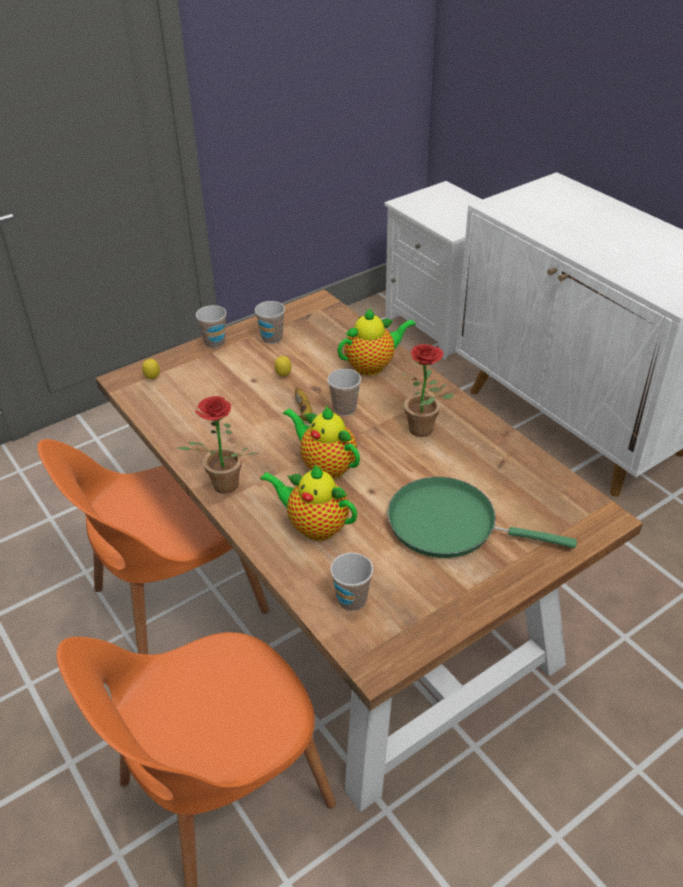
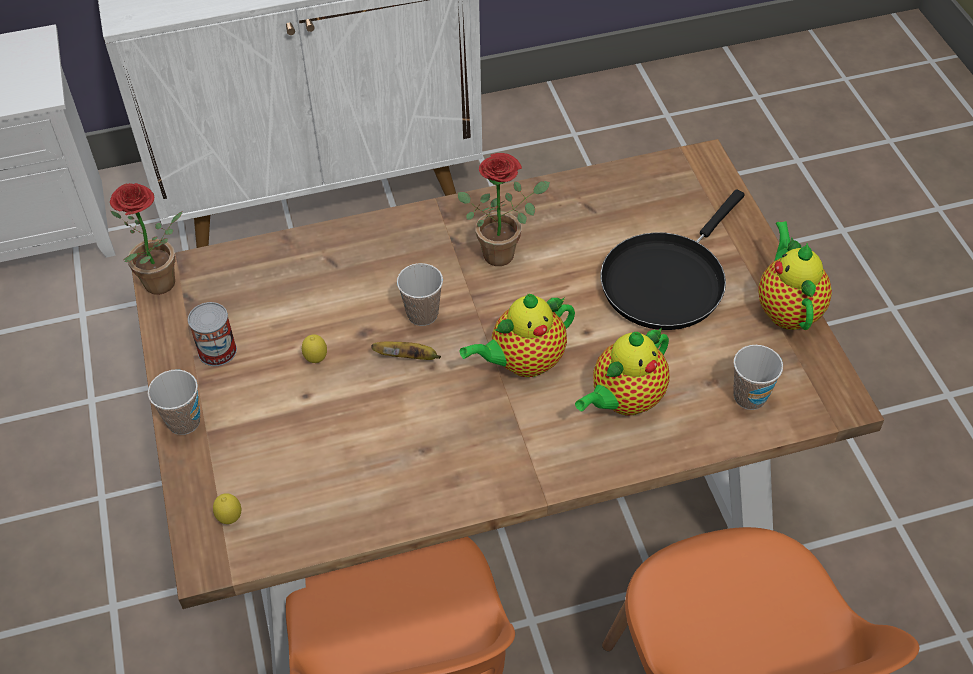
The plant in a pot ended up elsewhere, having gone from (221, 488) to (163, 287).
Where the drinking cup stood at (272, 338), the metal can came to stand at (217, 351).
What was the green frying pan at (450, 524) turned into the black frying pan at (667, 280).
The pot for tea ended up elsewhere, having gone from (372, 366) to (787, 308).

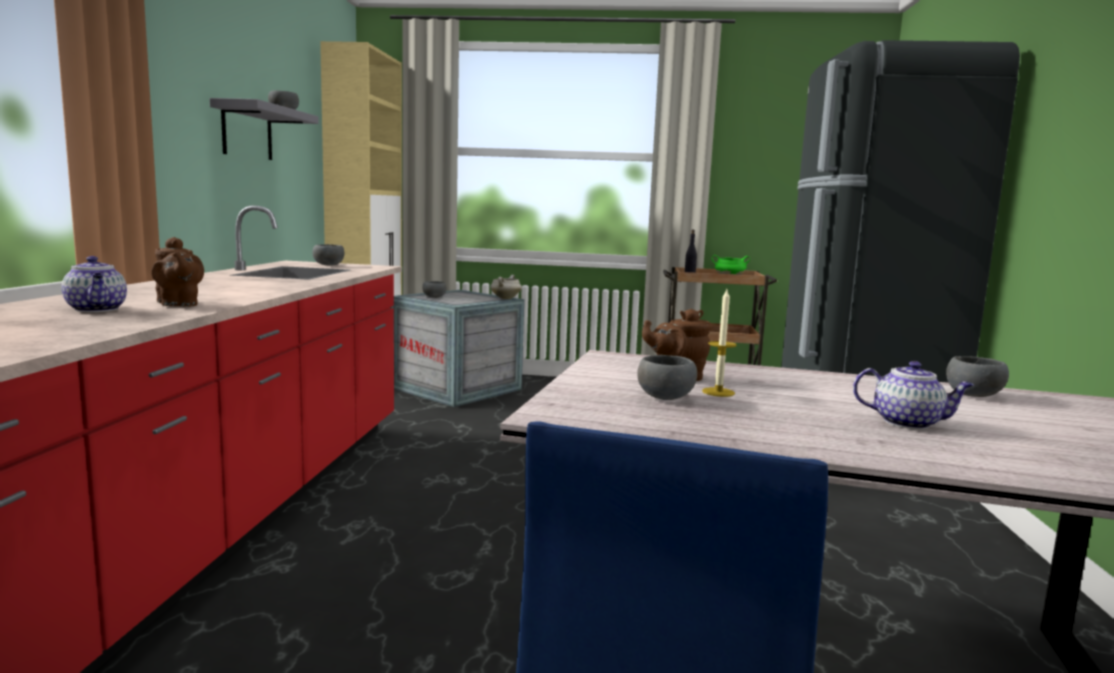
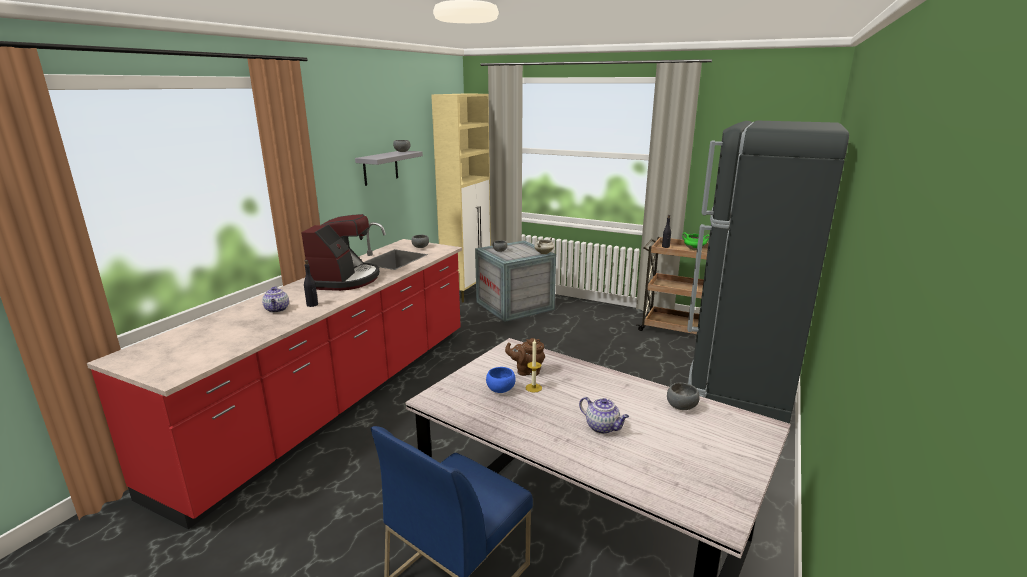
The second view gained the coffee machine at (345, 280).
Where the brown pot for tea stood at (178, 305), the black beverage bottle came to stand at (312, 305).
What was the grey serving bowl at (665, 397) turned into the blue-coloured serving bowl at (501, 389).

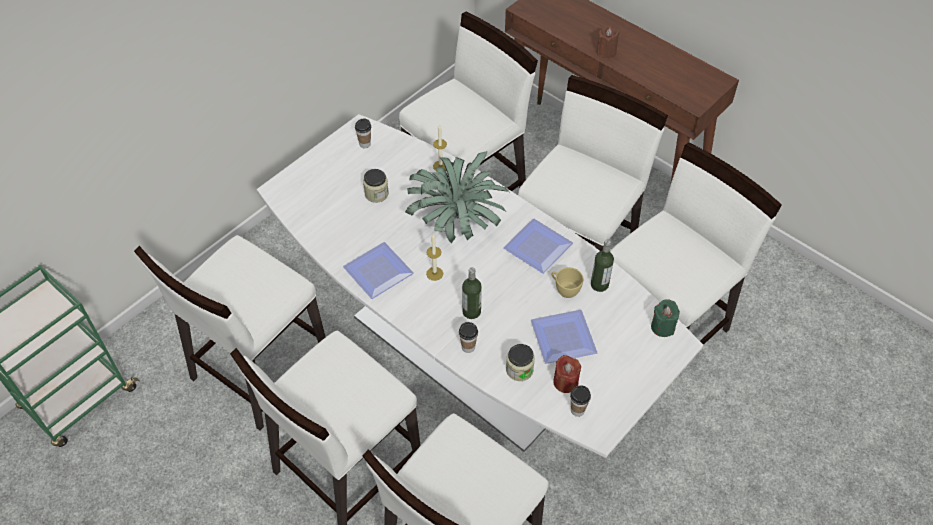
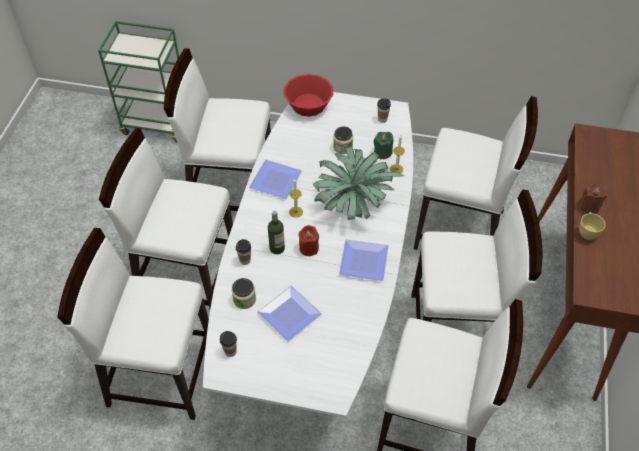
The second view gained the red-coloured serving bowl at (308, 104).
The red-coloured wax light ended up elsewhere, having gone from (565, 382) to (309, 248).
The green wax light ended up elsewhere, having gone from (662, 327) to (382, 152).
The yellowish drinking cup ended up elsewhere, having gone from (564, 290) to (587, 232).
The second view lost the beverage bottle at (599, 284).

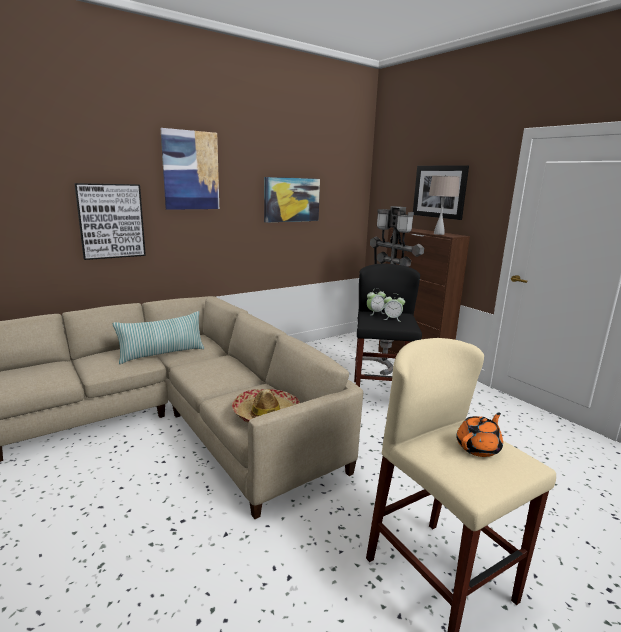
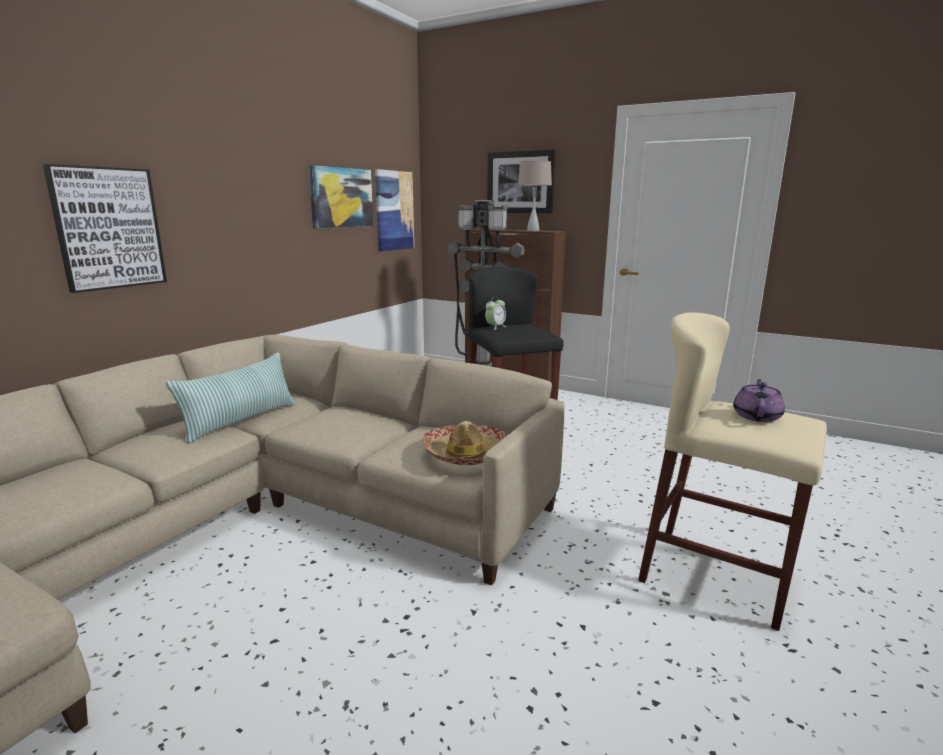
The wall picture ended up elsewhere, having gone from (191, 170) to (394, 211).
What was the orange-coloured pot for tea at (478, 447) turned into the purple pot for tea at (757, 416).
The second view lost the alarm clock at (392, 319).

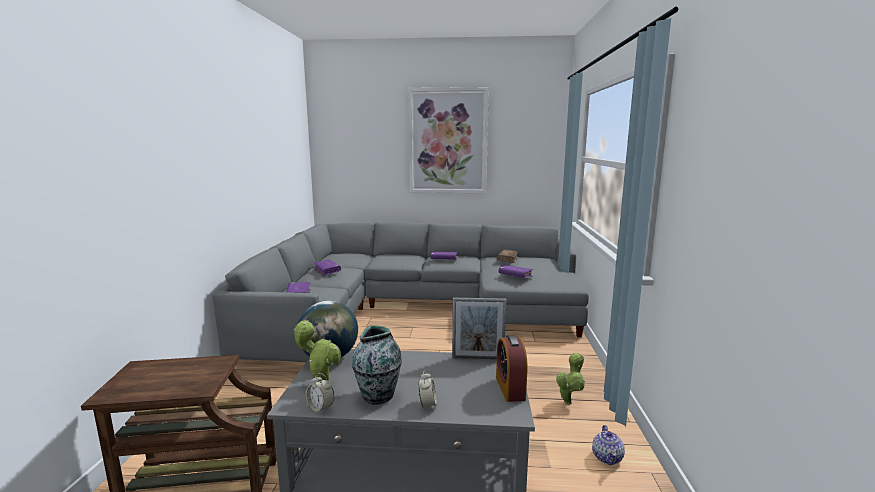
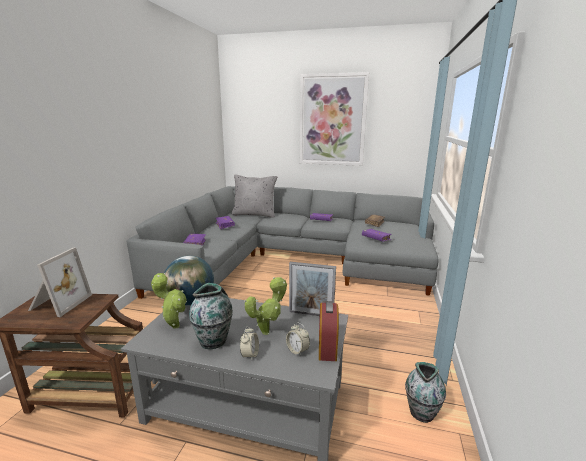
The second view gained the standing frame at (58, 303).
The second view gained the grey cushion at (254, 214).
The plant in a pot ended up elsewhere, having gone from (569, 401) to (268, 331).
The alarm clock ended up elsewhere, having gone from (320, 408) to (297, 350).
Where the pot for tea stood at (607, 457), the flower vase came to stand at (421, 412).

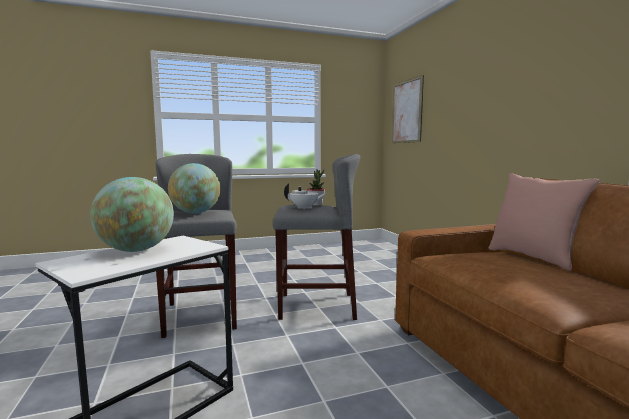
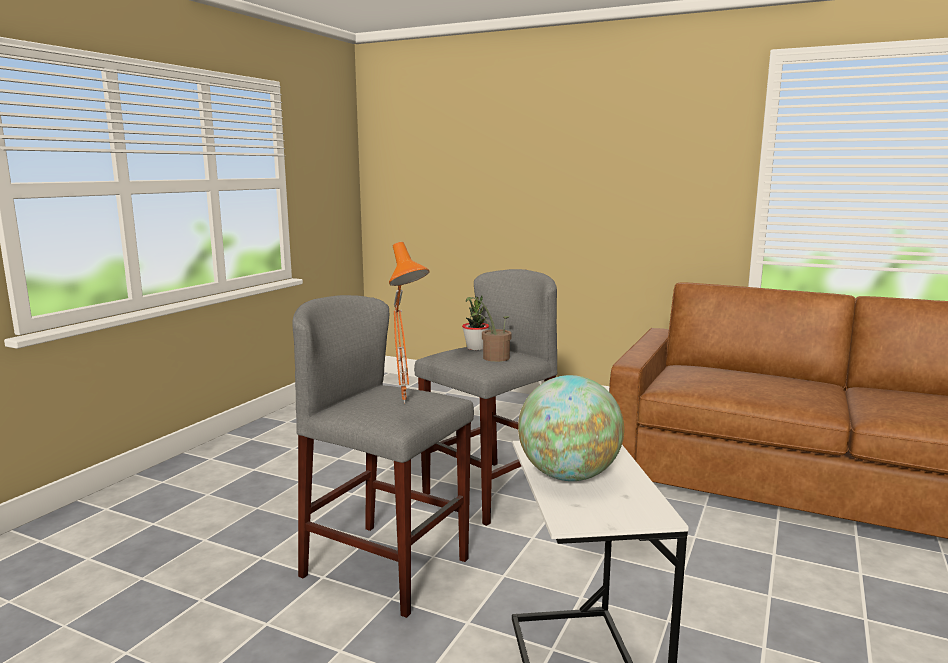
Where the desk globe stood at (195, 213), the orange-coloured tabletop lamp came to stand at (407, 403).
Where the white-coloured pot for tea stood at (304, 208), the plant in a pot came to stand at (492, 358).
The second view lost the wall picture at (407, 111).
The second view lost the pink-coloured cushion at (533, 257).

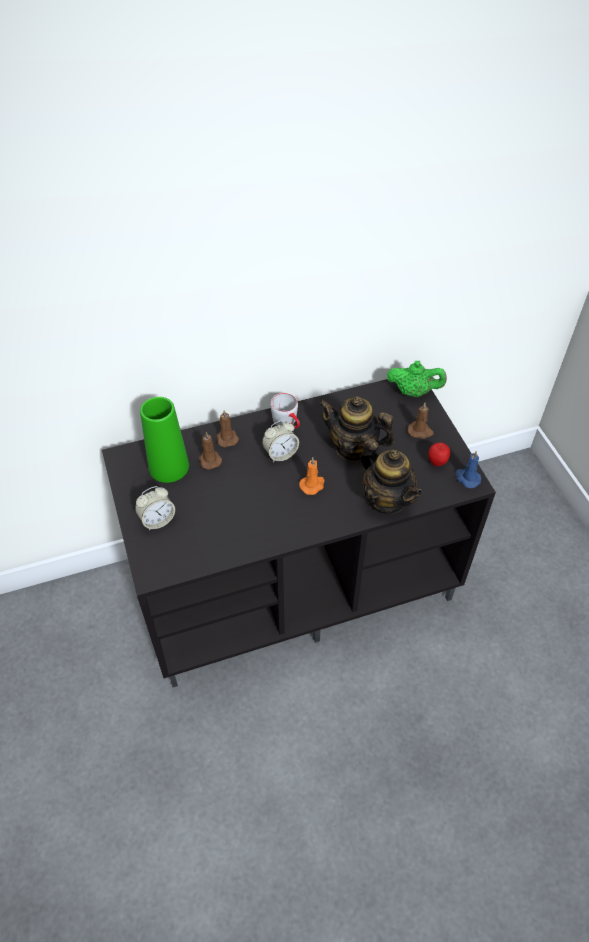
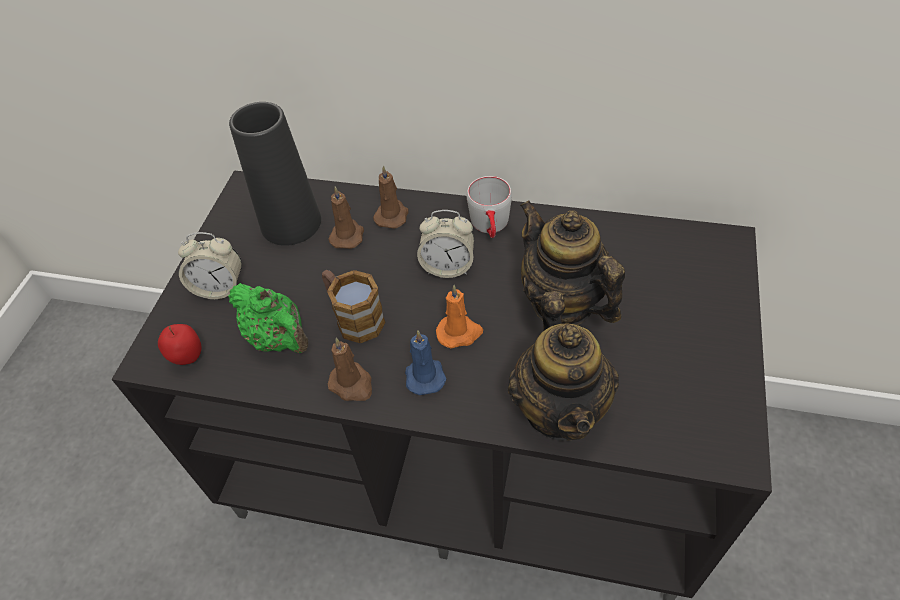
The whole apple ended up elsewhere, having gone from (437, 463) to (188, 358).
The green pot for tea ended up elsewhere, having gone from (413, 392) to (279, 338).
What was the green flower vase at (168, 466) turned into the black flower vase at (291, 223).
The second view gained the tea mug at (354, 317).
The brown wax light ended up elsewhere, having gone from (420, 431) to (352, 384).
The blue-coloured wax light ended up elsewhere, having gone from (467, 478) to (424, 375).

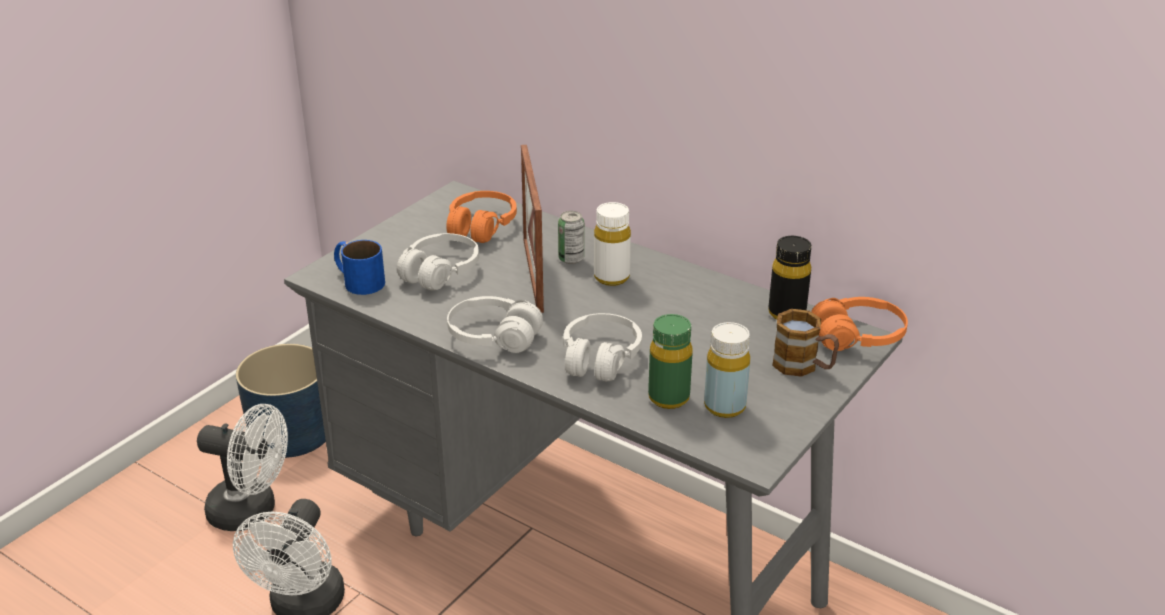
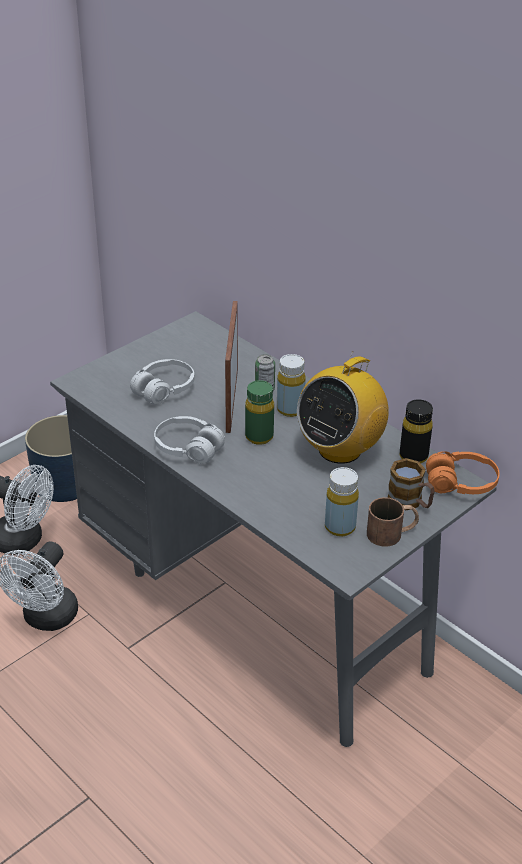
The green beverage bottle ended up elsewhere, having gone from (668, 398) to (259, 437).
What was the white-coloured beverage bottle at (611, 277) turned into the yellowish beverage bottle at (290, 409).
The second view gained the radio receiver at (340, 449).
The second view gained the brown tea mug at (392, 533).
The second view lost the blue-coloured tea mug at (357, 280).
The second view lost the orange-coloured headset at (481, 227).
The second view lost the white-coloured headset at (600, 358).

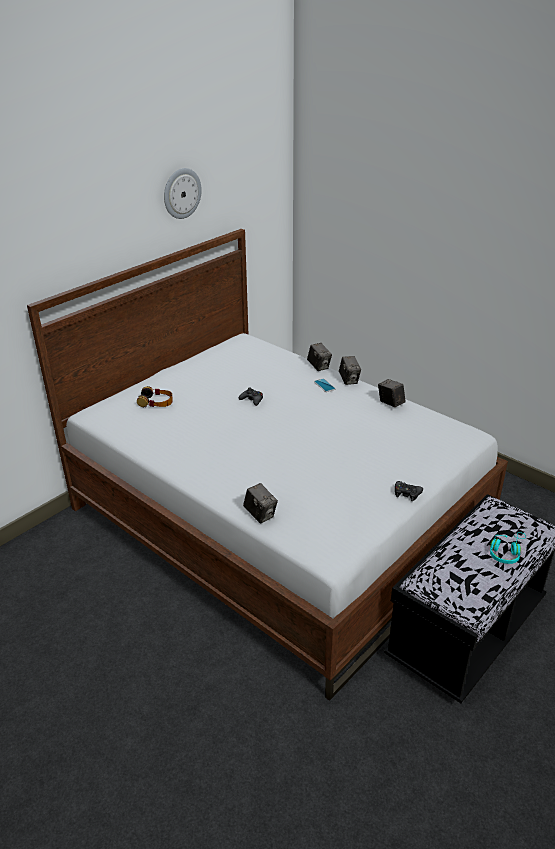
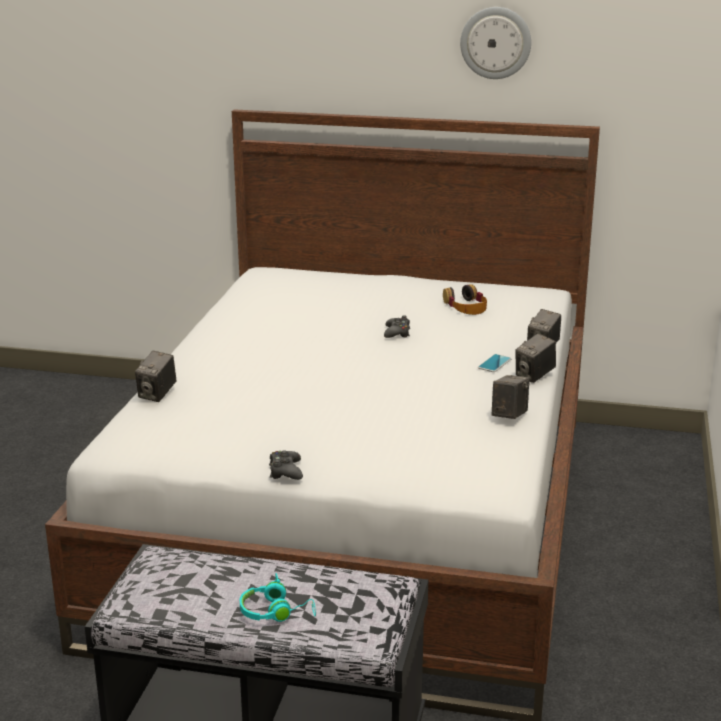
The headset ended up elsewhere, having gone from (156, 402) to (466, 307).

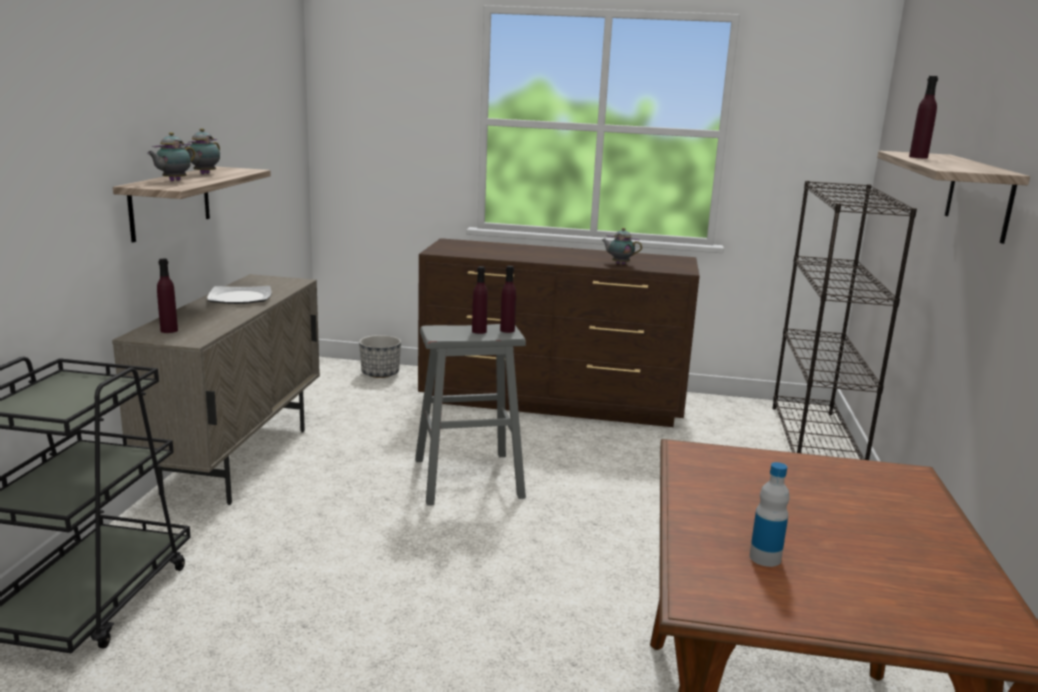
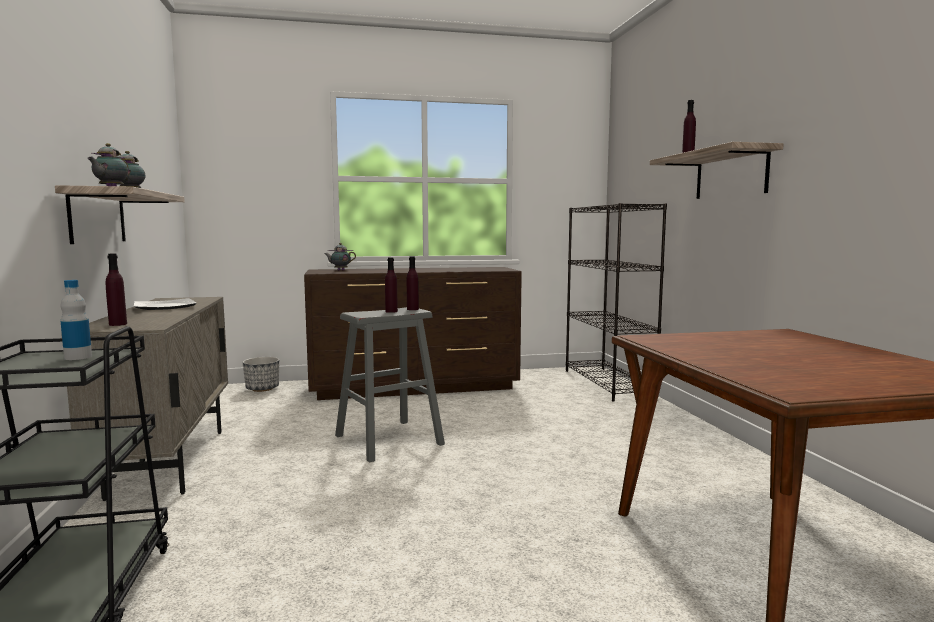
The beverage bottle ended up elsewhere, having gone from (765, 558) to (78, 357).
The pot for tea ended up elsewhere, having gone from (619, 263) to (340, 270).

